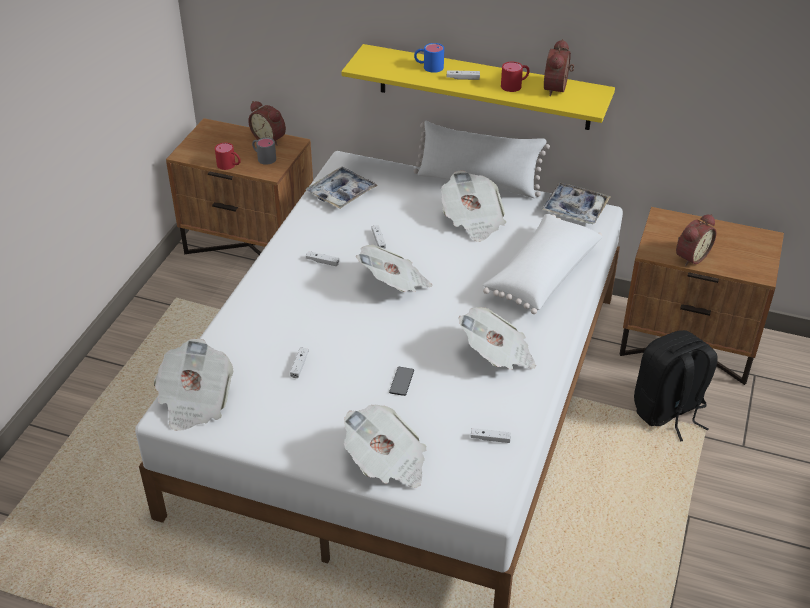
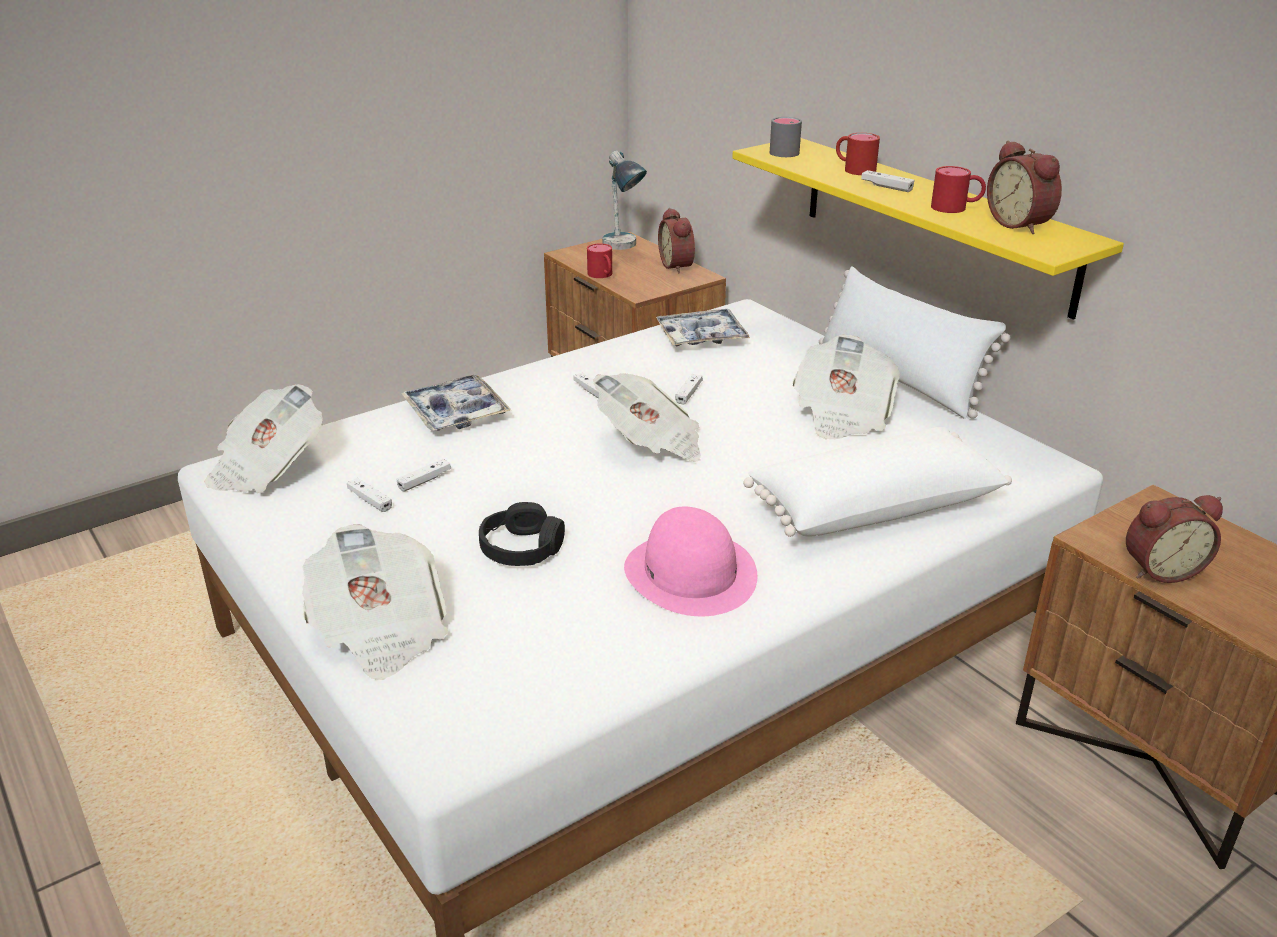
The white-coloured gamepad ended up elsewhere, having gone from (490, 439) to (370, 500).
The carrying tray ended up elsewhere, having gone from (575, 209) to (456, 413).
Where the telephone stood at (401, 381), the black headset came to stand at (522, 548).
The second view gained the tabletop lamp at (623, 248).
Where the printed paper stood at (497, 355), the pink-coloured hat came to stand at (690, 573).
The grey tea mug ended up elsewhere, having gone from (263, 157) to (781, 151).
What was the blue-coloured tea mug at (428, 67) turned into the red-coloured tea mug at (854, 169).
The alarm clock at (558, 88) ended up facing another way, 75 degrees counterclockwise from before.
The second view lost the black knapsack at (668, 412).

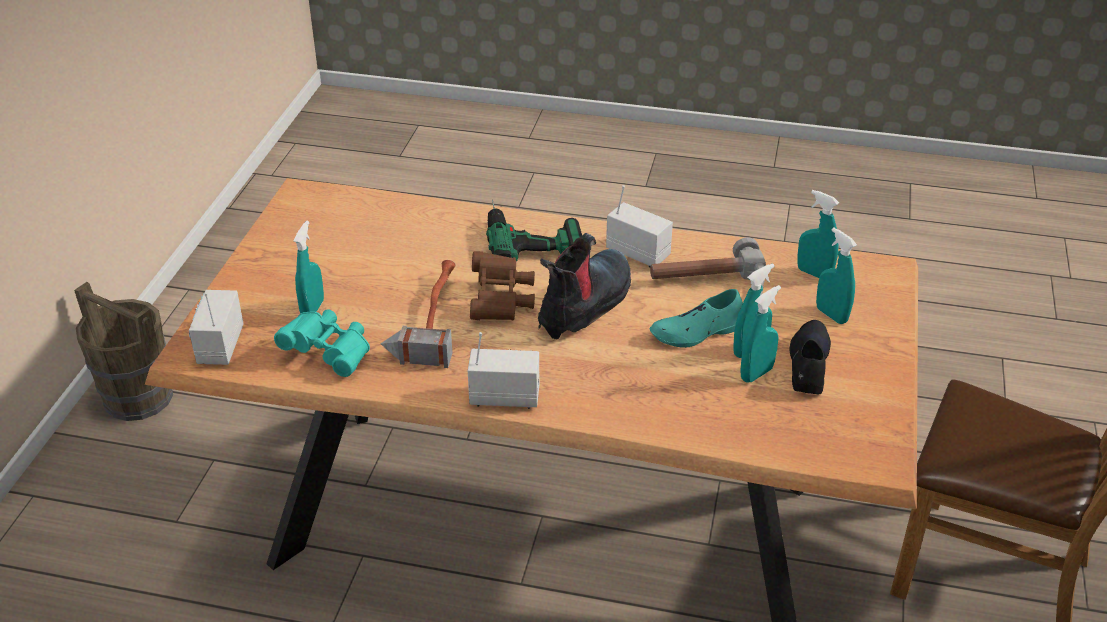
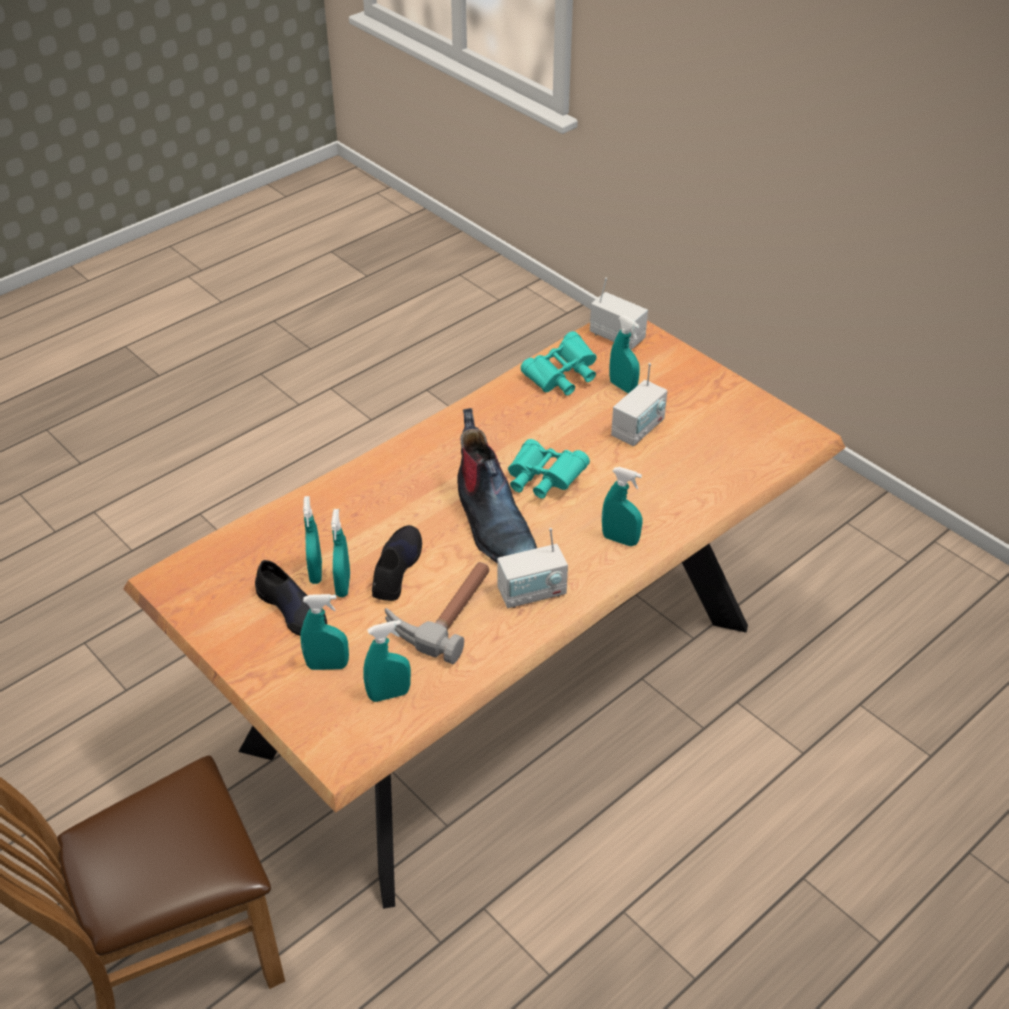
What was the blue-green low shoe at (697, 331) turned into the black low shoe at (396, 568).
What was the brown binoculars at (501, 301) turned into the blue-green binoculars at (543, 480).
Where the drill stood at (531, 235), the blue-green sprayer came to stand at (620, 539).
The radio receiver ended up elsewhere, having gone from (504, 396) to (638, 429).
The second view lost the brown water bucket at (138, 397).
The second view lost the tool hammer at (428, 318).

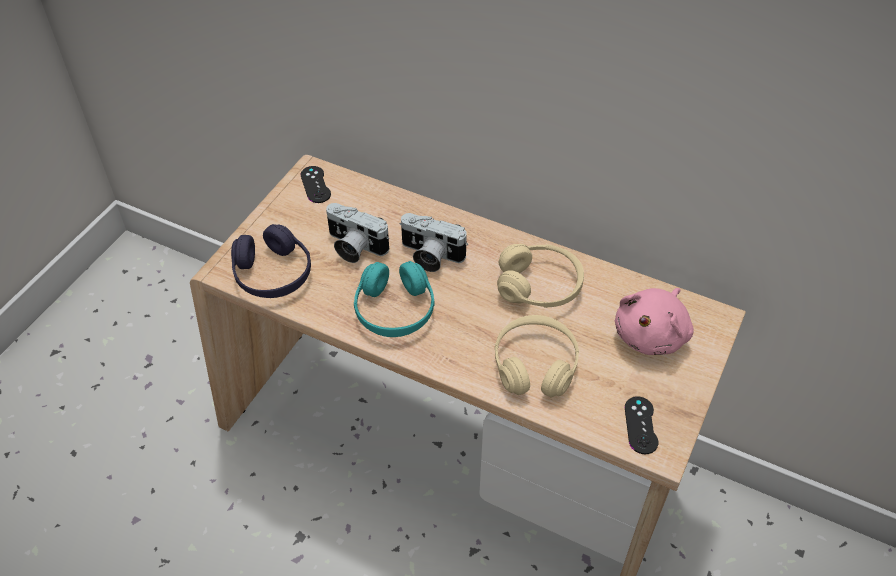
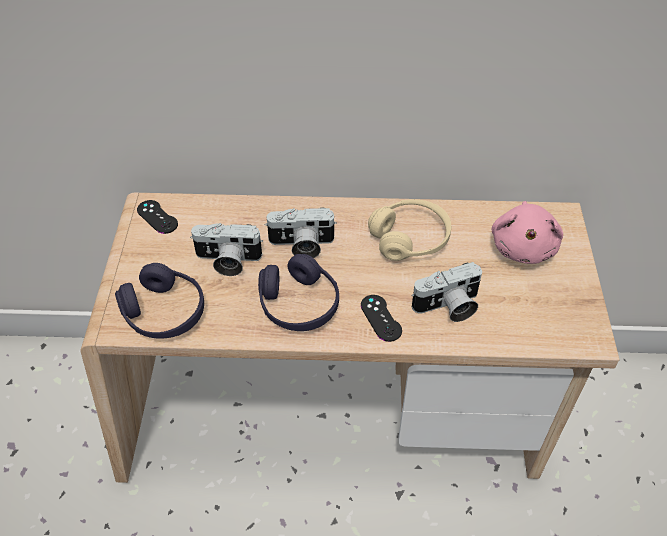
What was the blue-green headset at (395, 310) turned into the purple headset at (299, 304).
The black gamepad ended up elsewhere, having gone from (641, 425) to (381, 318).
Where the sand-coloured headset stood at (535, 365), the photo camera came to stand at (448, 307).

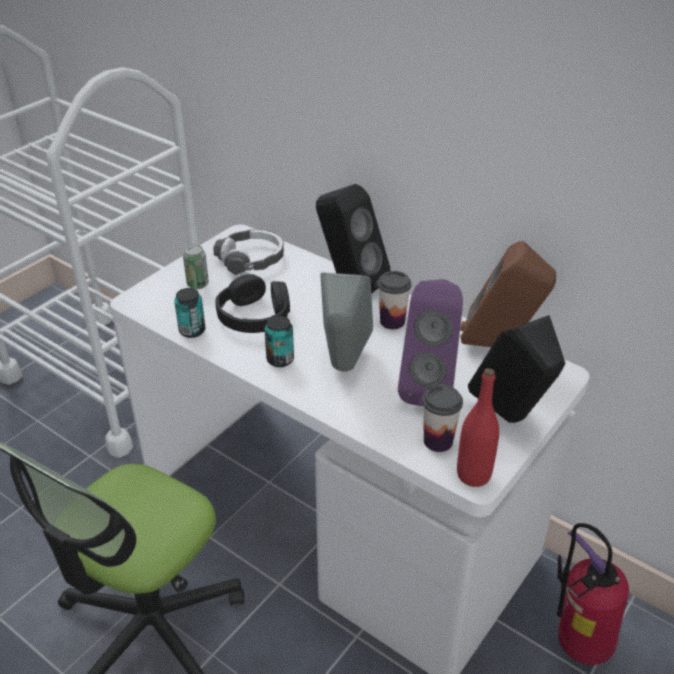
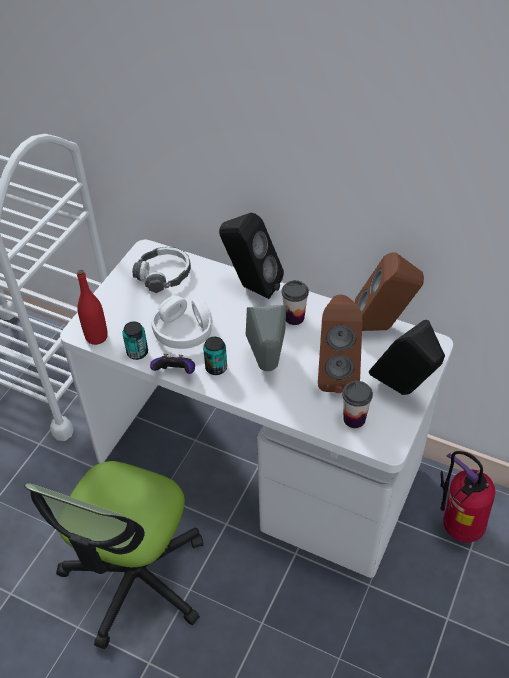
The red-coloured beverage bottle ended up elsewhere, having gone from (473, 475) to (96, 337).
The second view gained the gamepad at (175, 373).
What was the black headset at (255, 316) turned into the white-coloured headset at (183, 330).
What was the purple audio speaker at (429, 386) turned into the brown audio speaker at (337, 373).
The second view lost the metal can at (198, 284).

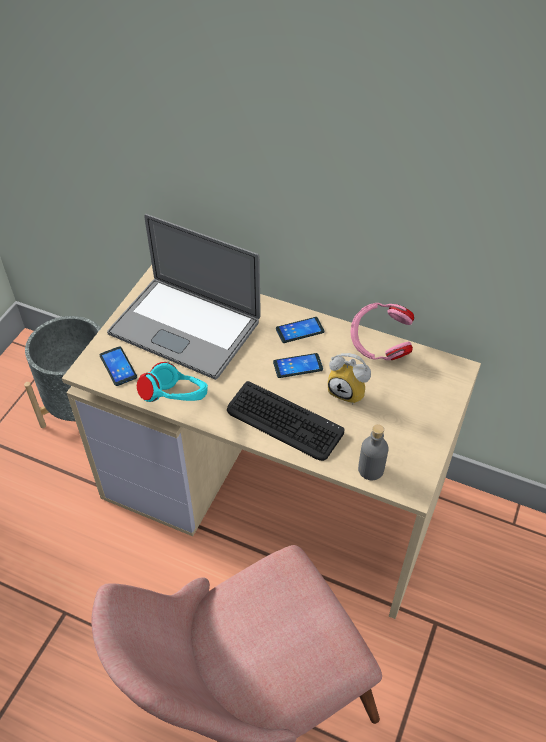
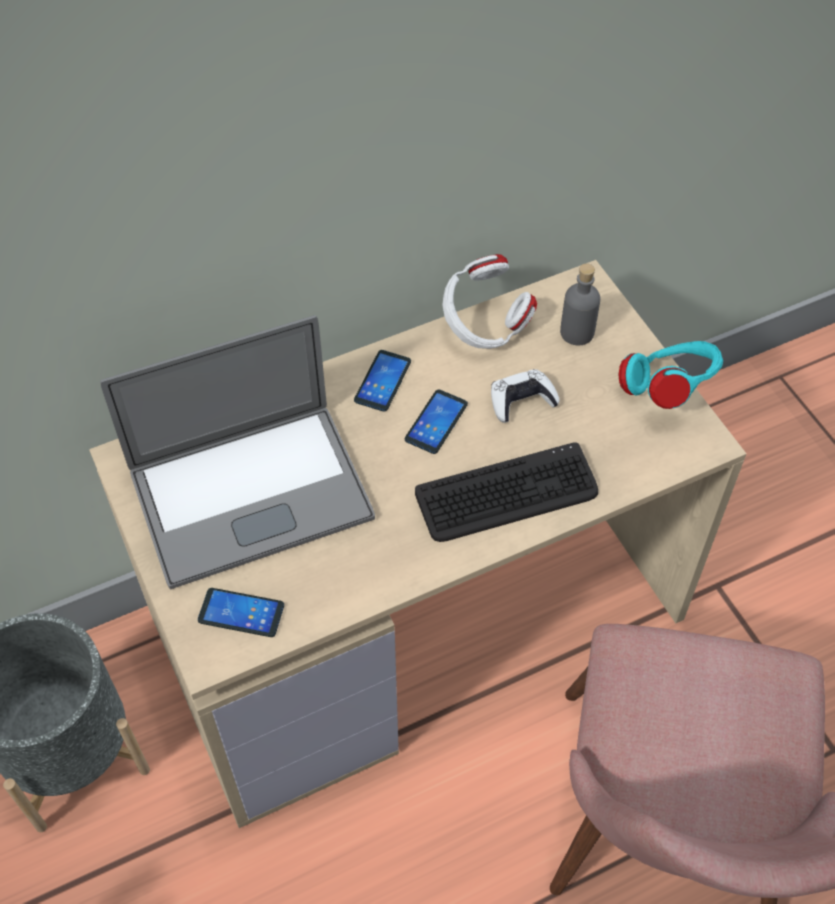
What was the pink-coloured headset at (379, 346) turned into the white-coloured headset at (484, 326).
Where the alarm clock stood at (349, 391), the white-coloured gamepad came to stand at (521, 400).
The grey beverage bottle ended up elsewhere, having gone from (371, 469) to (577, 332).
The blue-green headset ended up elsewhere, having gone from (176, 400) to (668, 390).

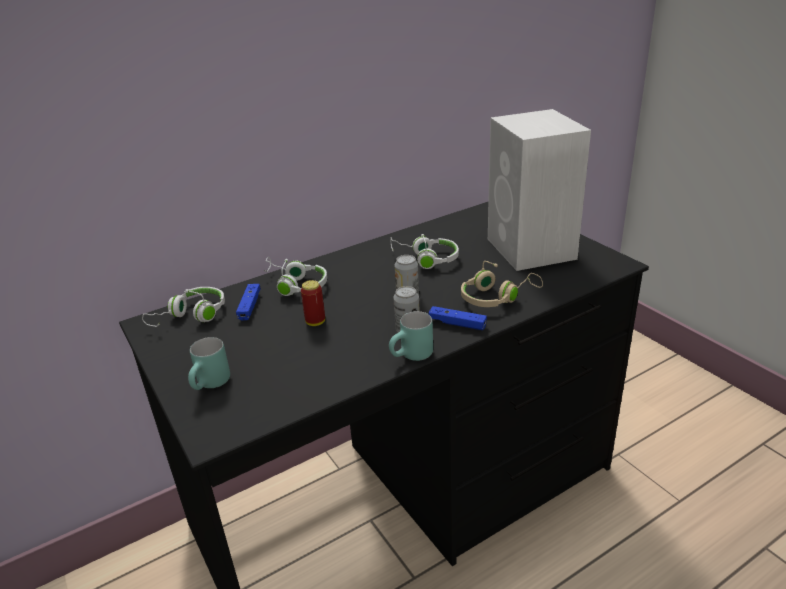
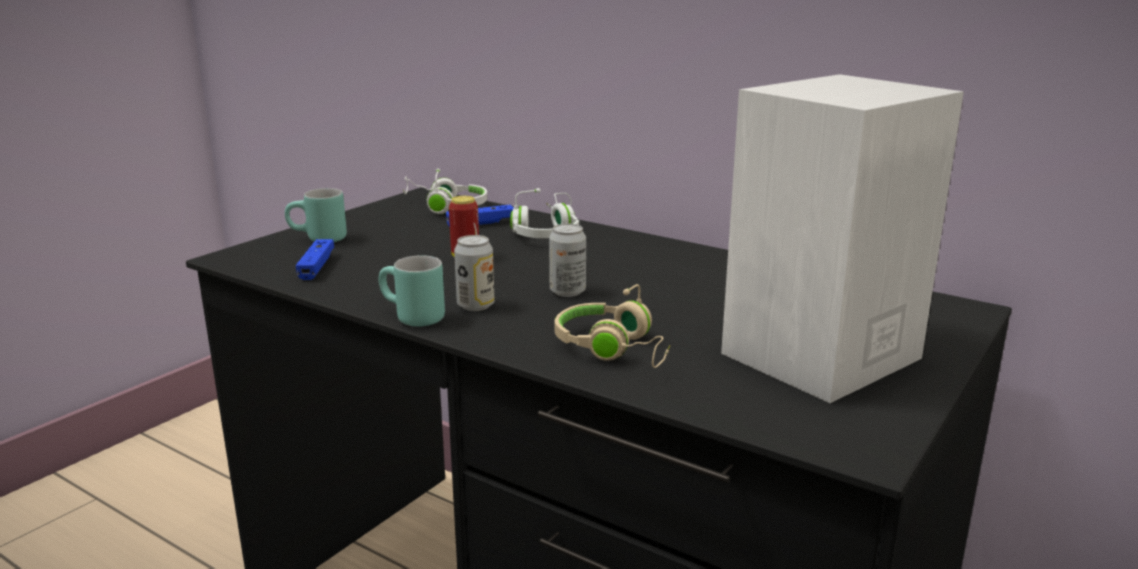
The blue-coloured gamepad ended up elsewhere, having gone from (457, 324) to (316, 267).
The second view lost the white-coloured headset at (425, 259).

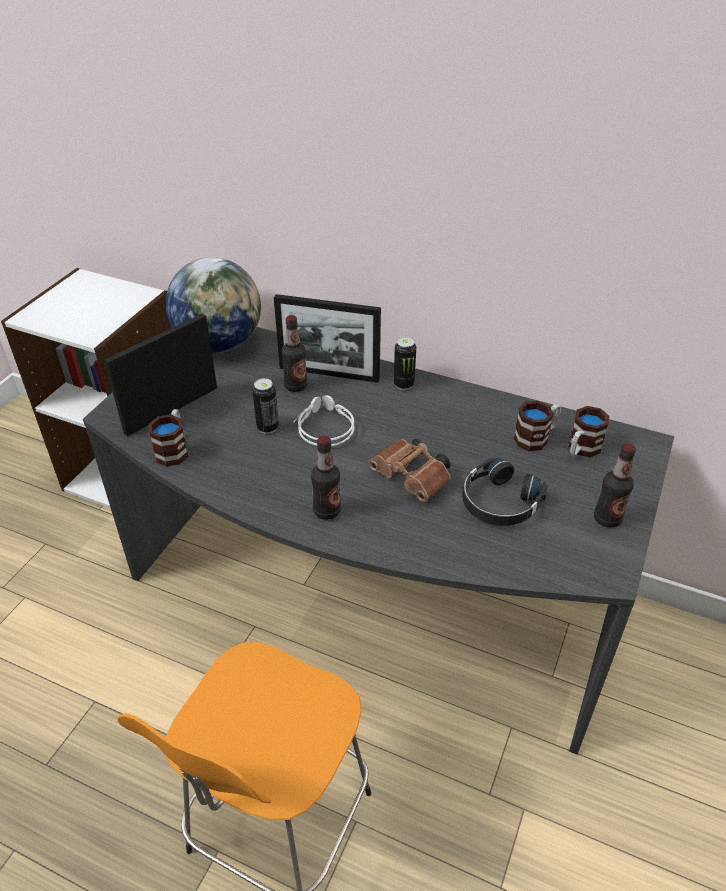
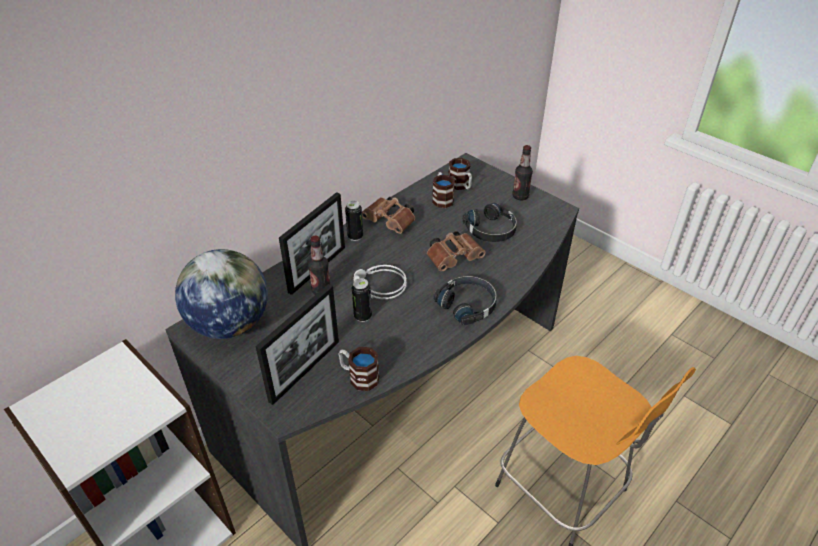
The standing frame at (172, 410) ended up facing another way, 120 degrees counterclockwise from before.
The second view gained the brown binoculars at (391, 222).
Where the beverage bottle stood at (327, 511), the black headset came to stand at (468, 304).

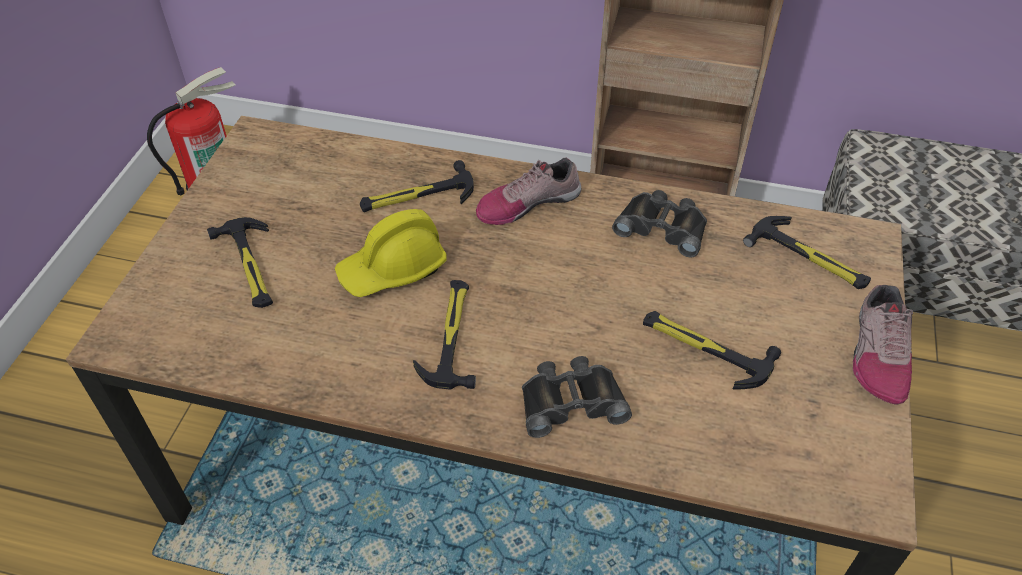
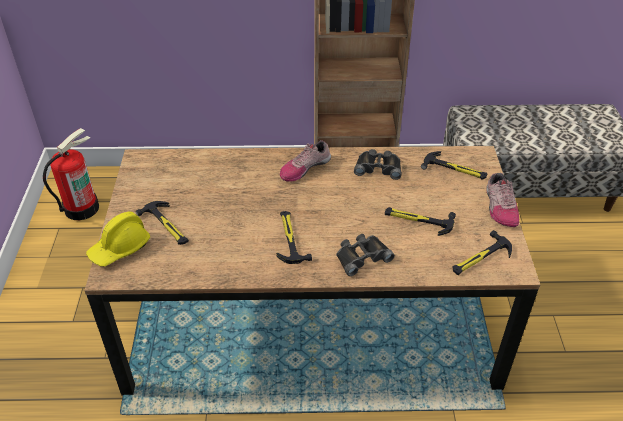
The yellowish work helmet ended up elsewhere, having gone from (393, 269) to (120, 248).
The tool hammer ended up elsewhere, having gone from (417, 196) to (480, 258).

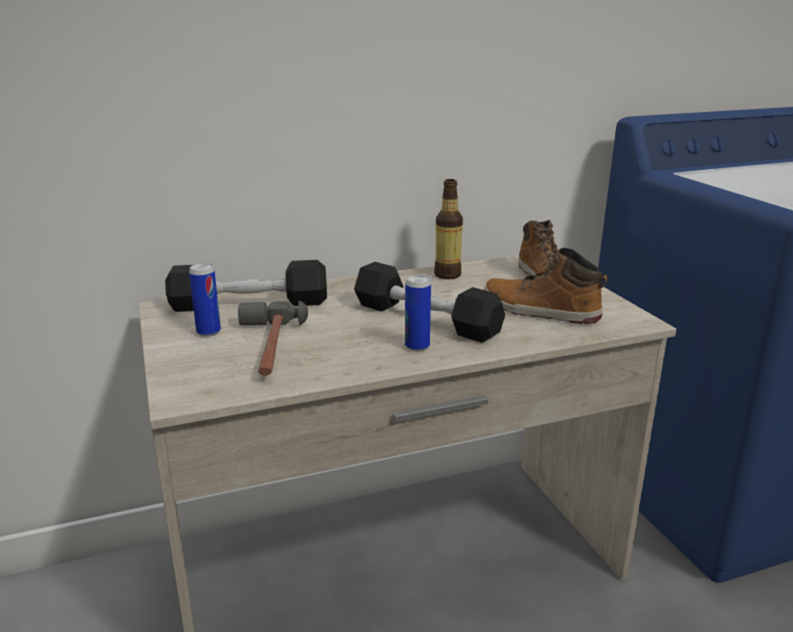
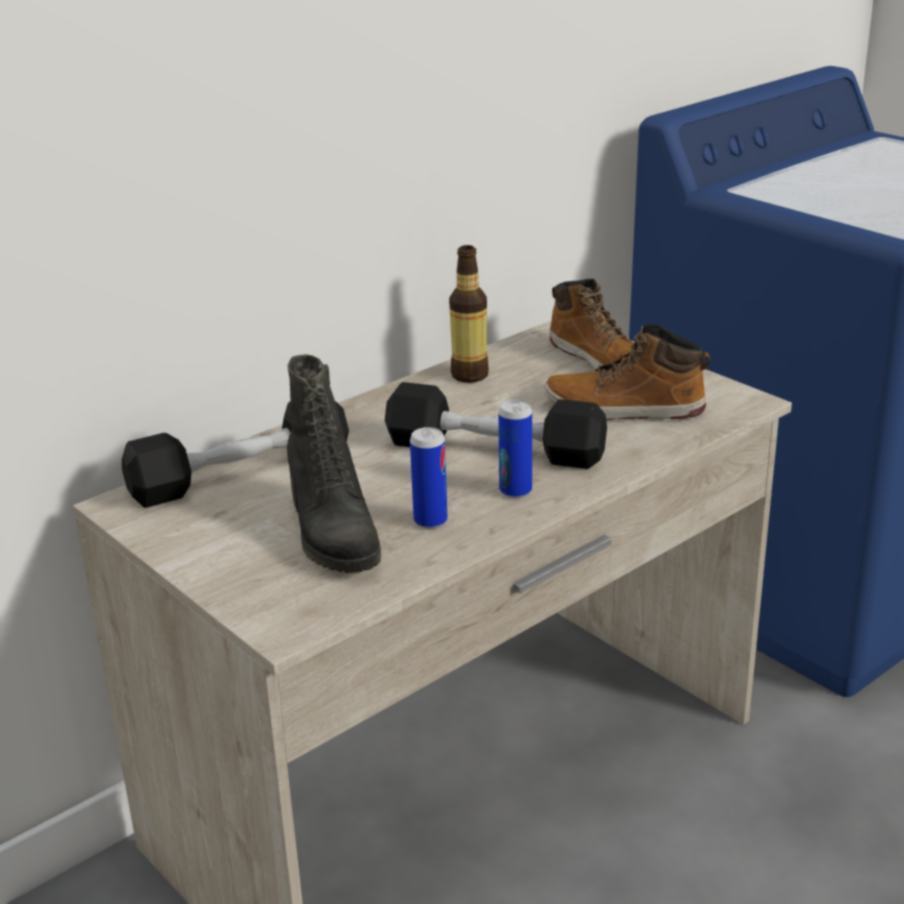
Where the tool hammer stood at (268, 348), the black tall boot came to stand at (331, 535).
The metal can ended up elsewhere, having gone from (208, 332) to (430, 521).

